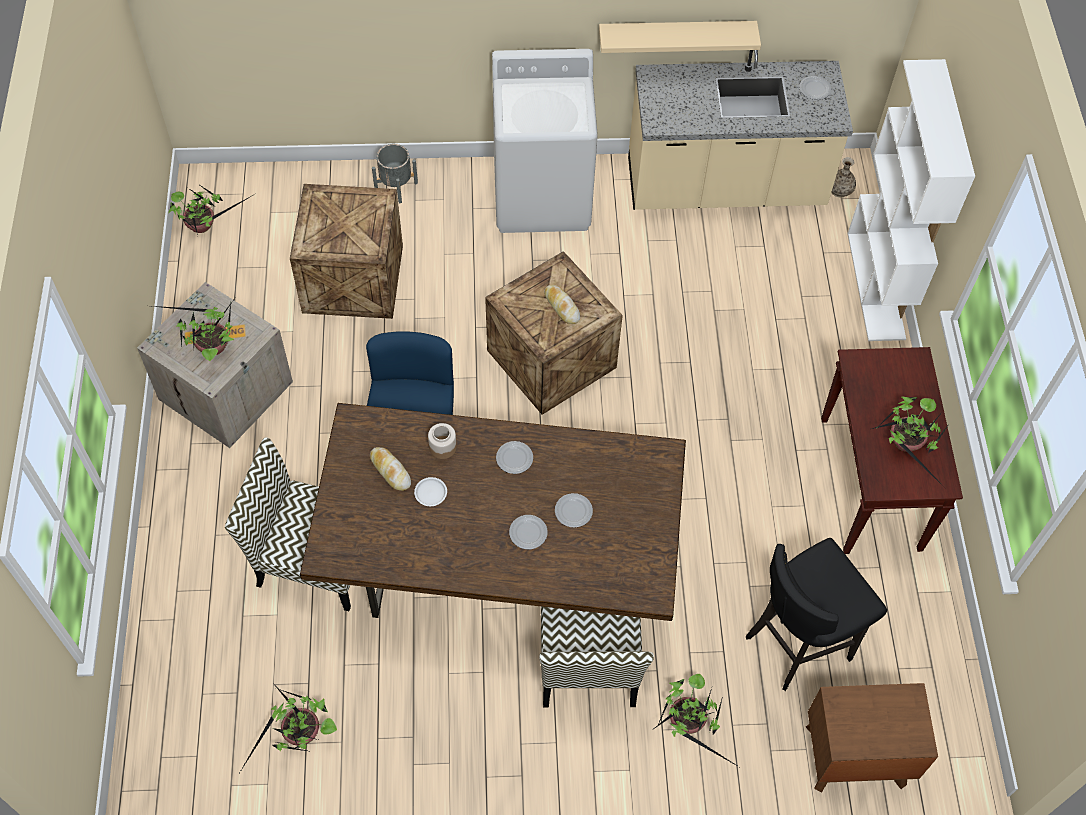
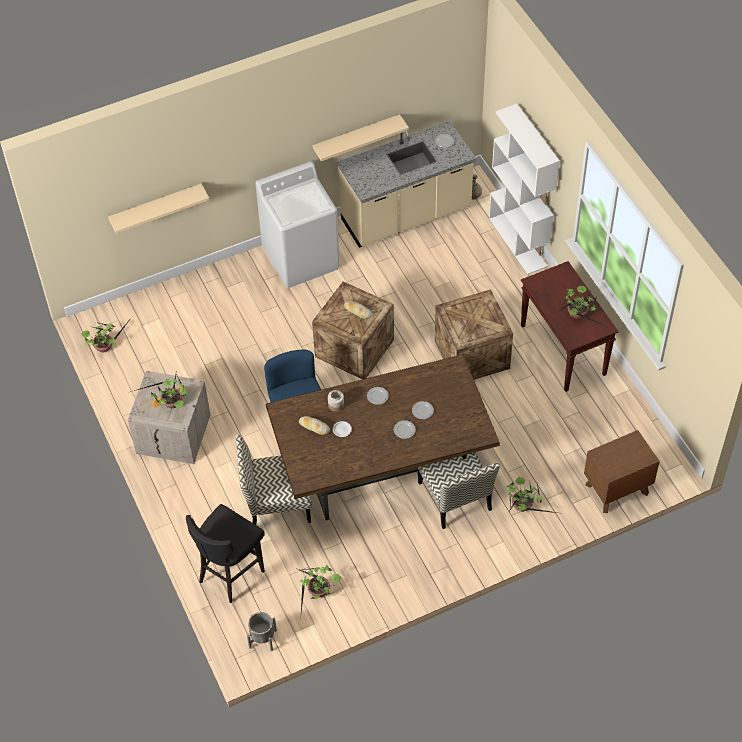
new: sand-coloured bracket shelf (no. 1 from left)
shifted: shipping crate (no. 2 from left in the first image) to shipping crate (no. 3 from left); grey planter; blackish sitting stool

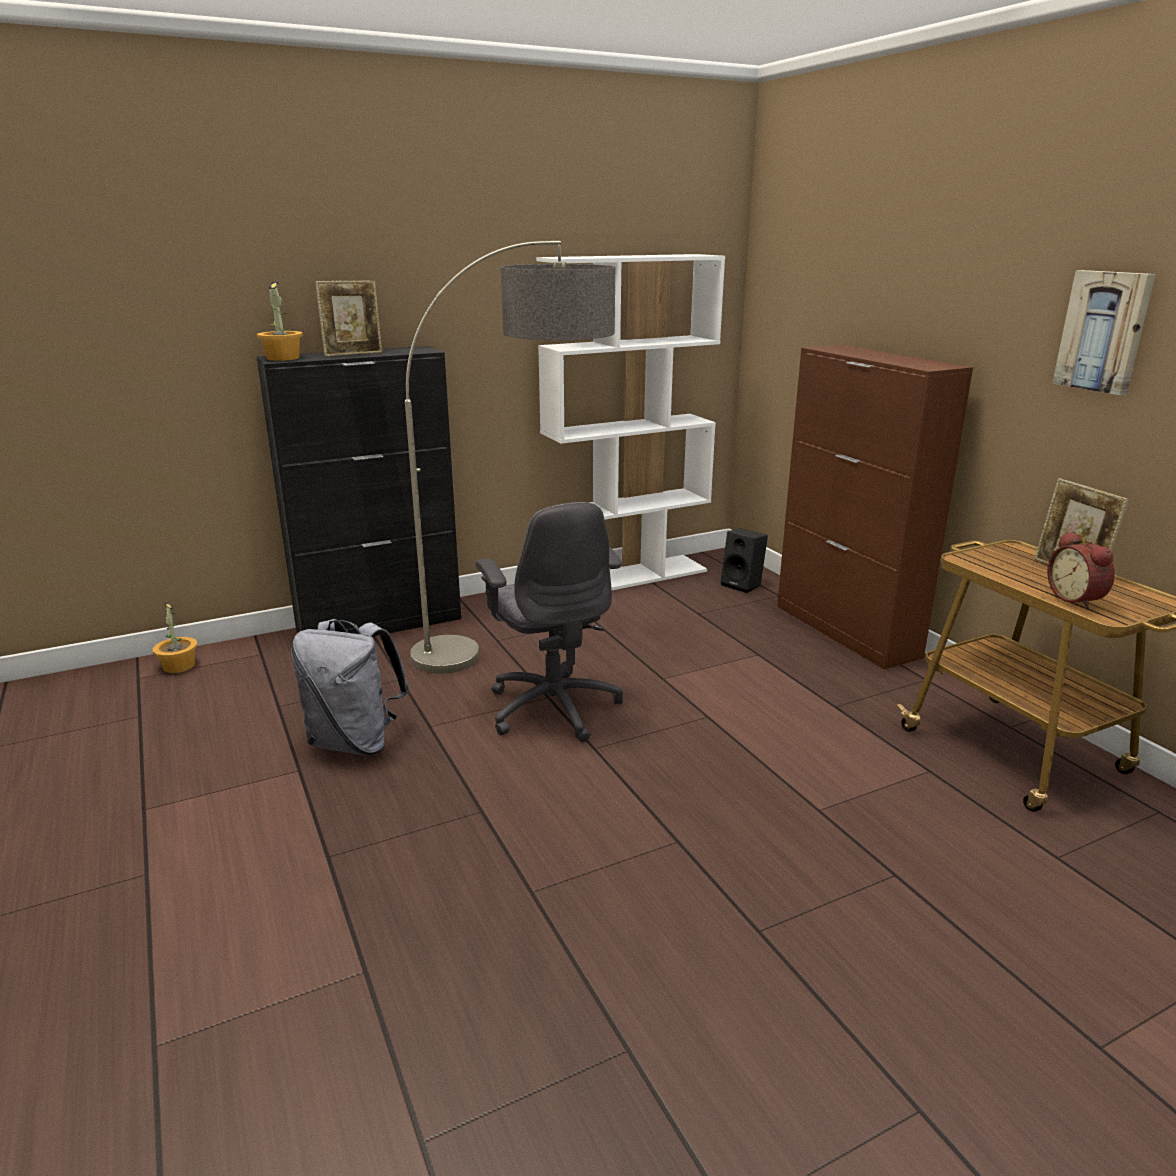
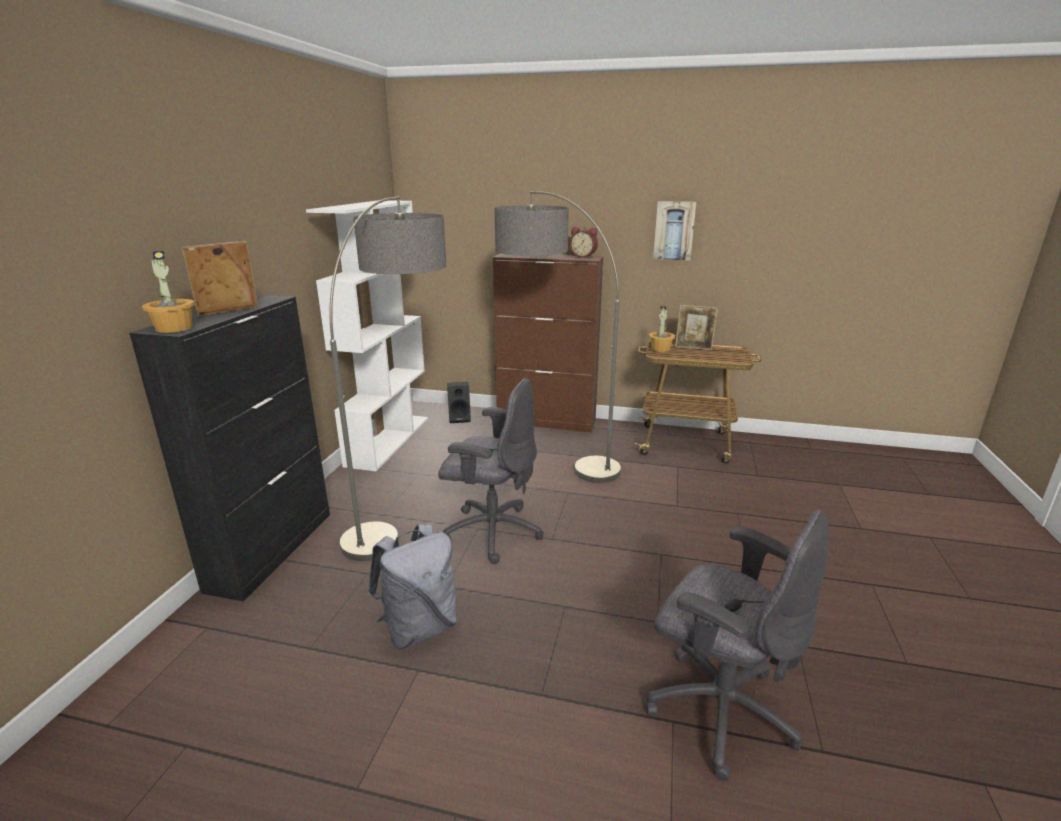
new: standing lamp (no. 2 from left); grey computer chair (no. 2 from left)
shifted: houseplant (no. 1 from left in the first image) to houseplant (no. 2 from left); alarm clock
rotated: standing frame (no. 1 from left) 135 degrees counterclockwise

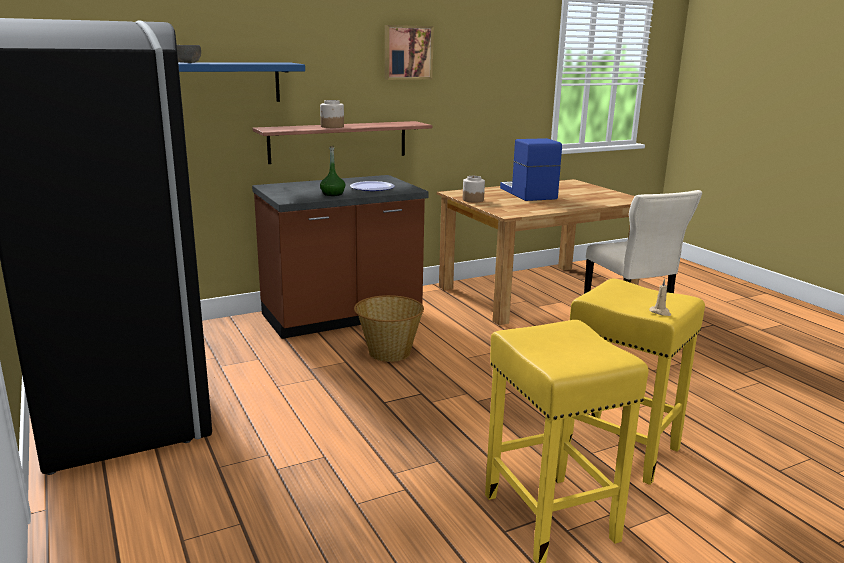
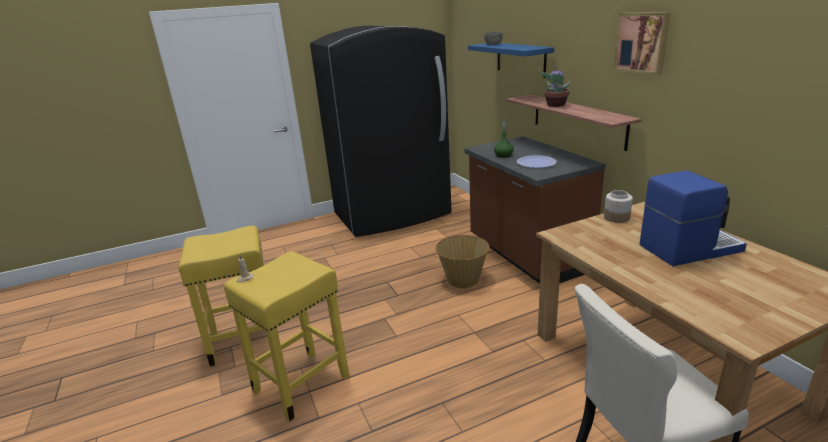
swapped: storage jar (no. 1 from left) to houseplant

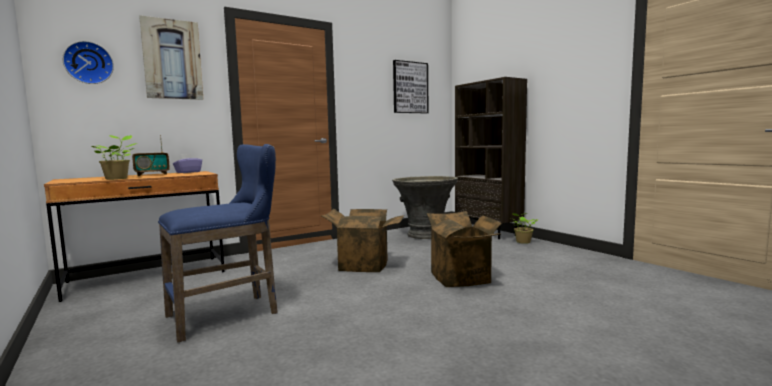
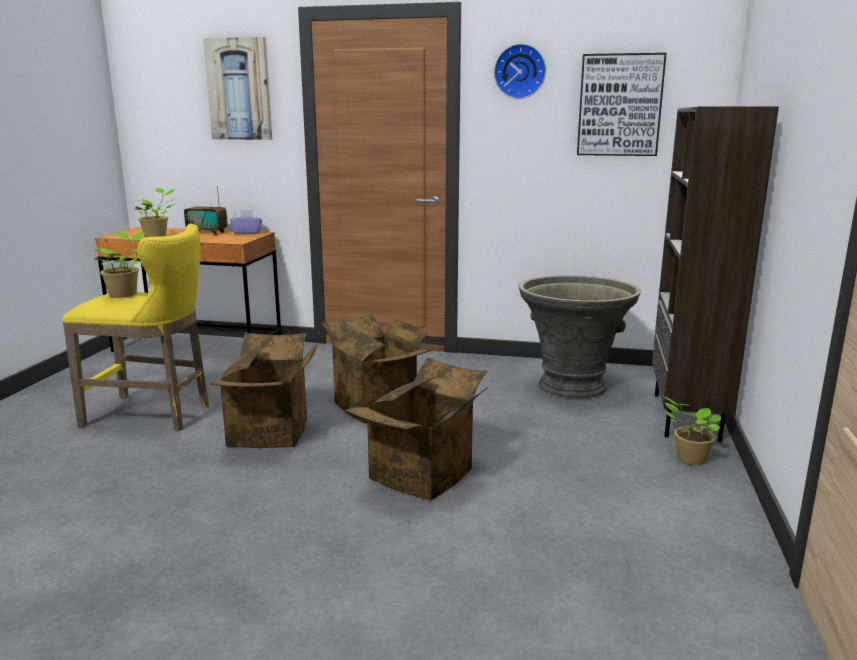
new: houseplant (no. 1 from left); cardboard box (no. 1 from left)
shifted: wall clock
repainted: blue sitting stool to yellow sitting stool

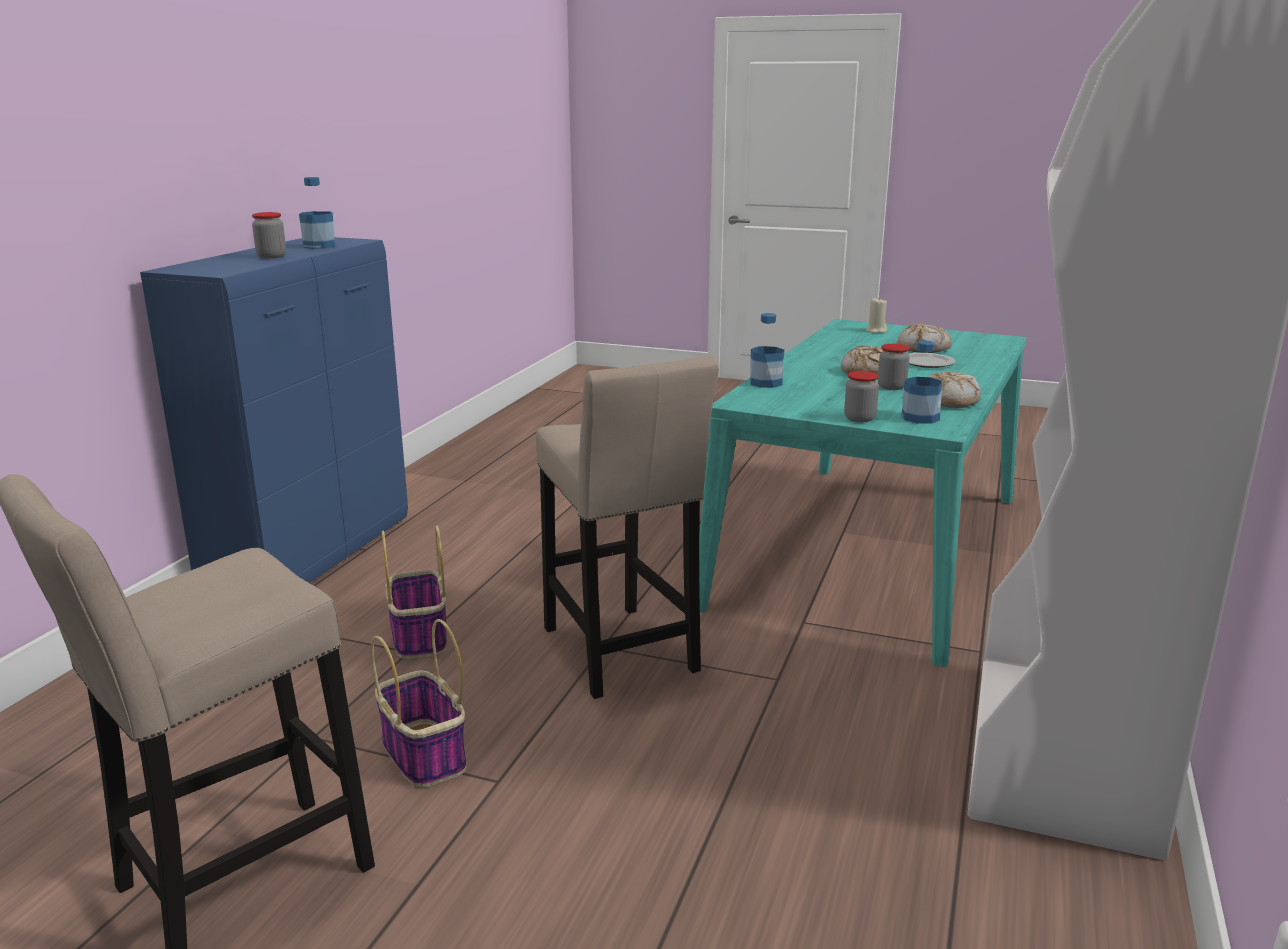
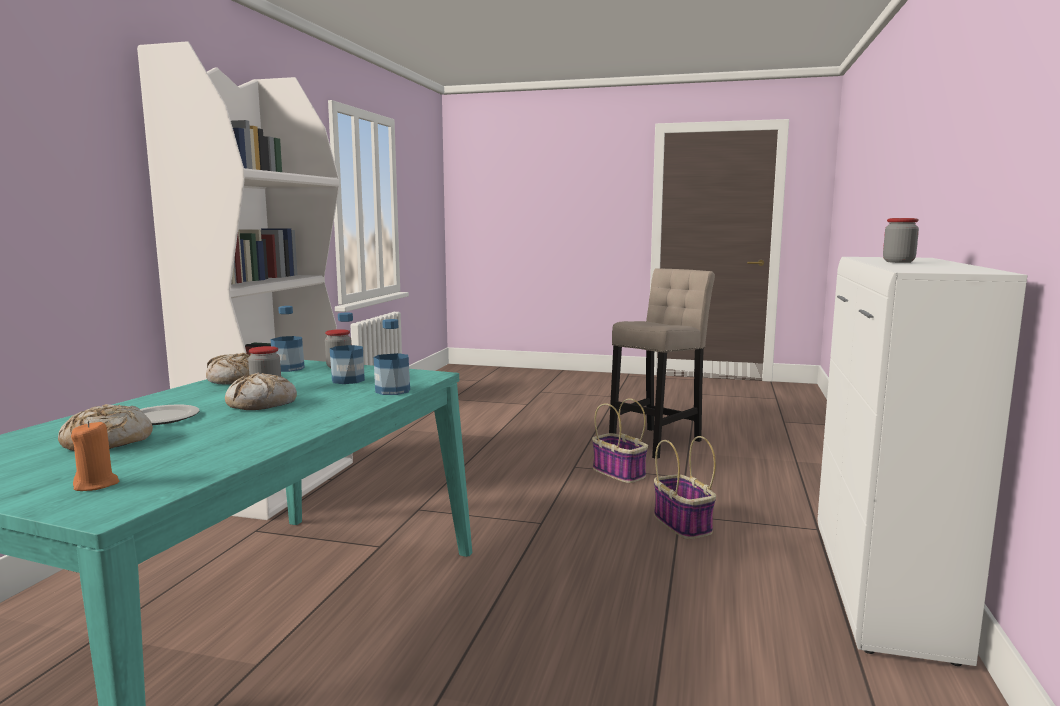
gone: sand-coloured sitting stool (no. 2 from left)
shifted: beverage bottle (no. 1 from left in the first image) to beverage bottle (no. 2 from left)
repainted: blue storage cabinet to white-coloured storage cabinet; sand-coloured candle to orange candle

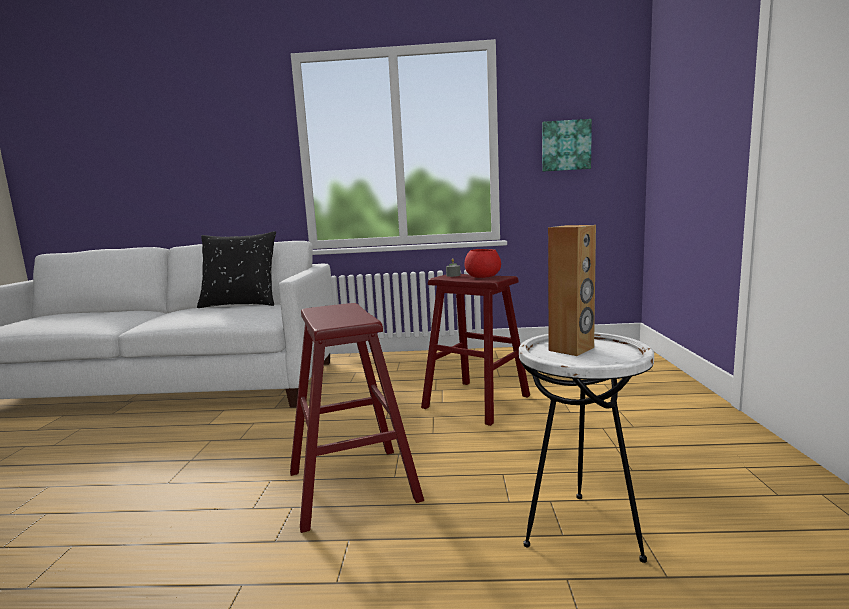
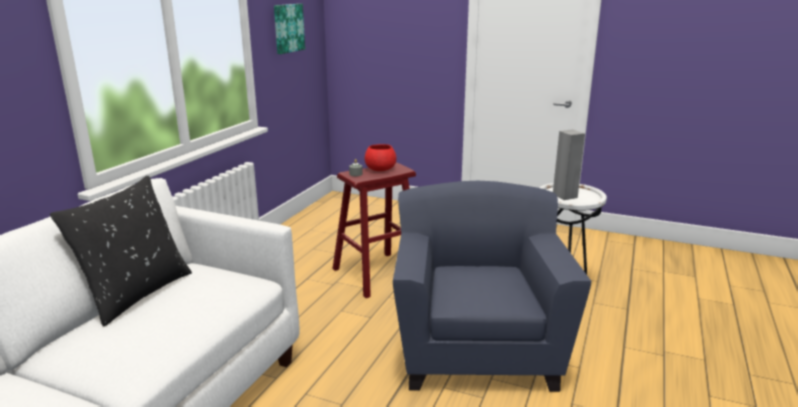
swapped: red sitting stool (no. 1 from left) to blue easy chair
repainted: brownish audio speaker to grey audio speaker

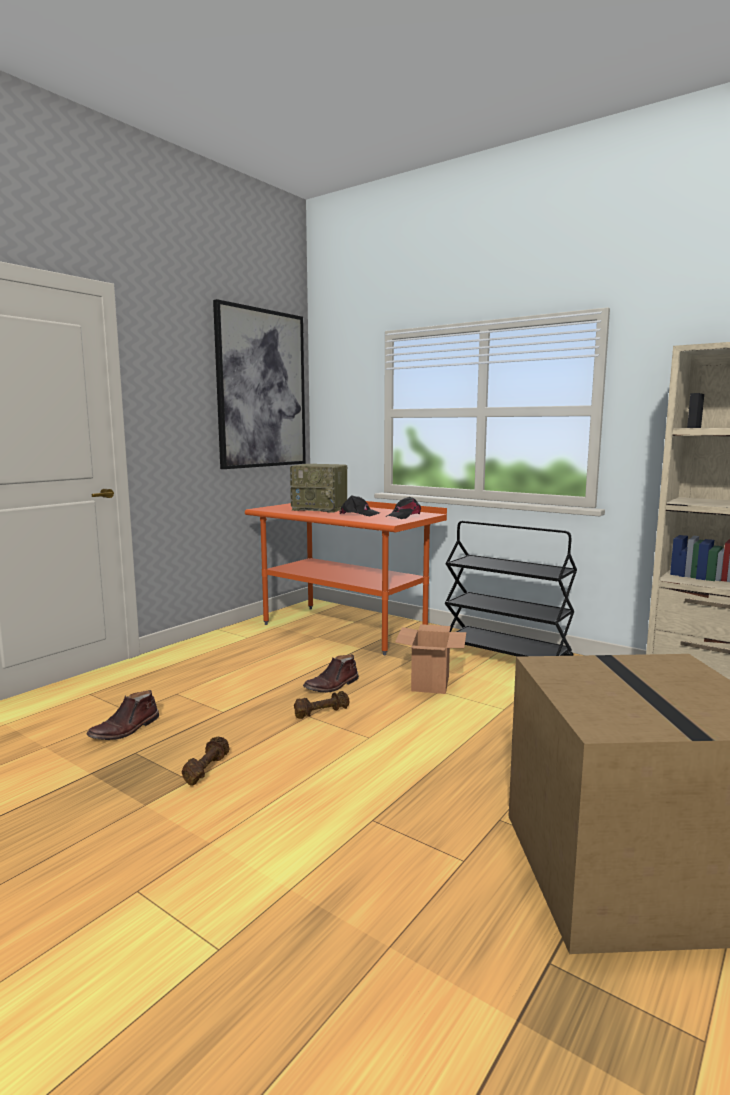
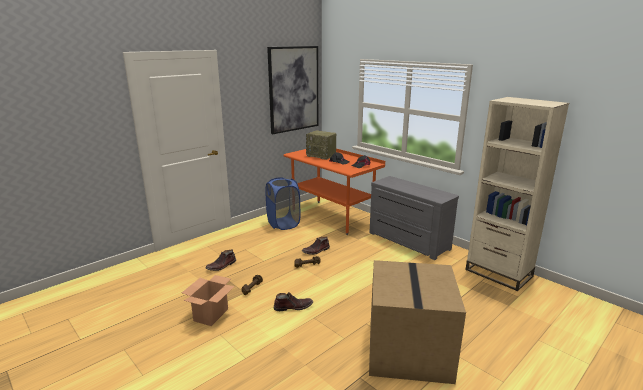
new: blue laundry basket; brownish tall boot (no. 2 from left)
shifted: cardboard box (no. 1 from left)
swapped: blackish wheeled cart to grey chest of drawers

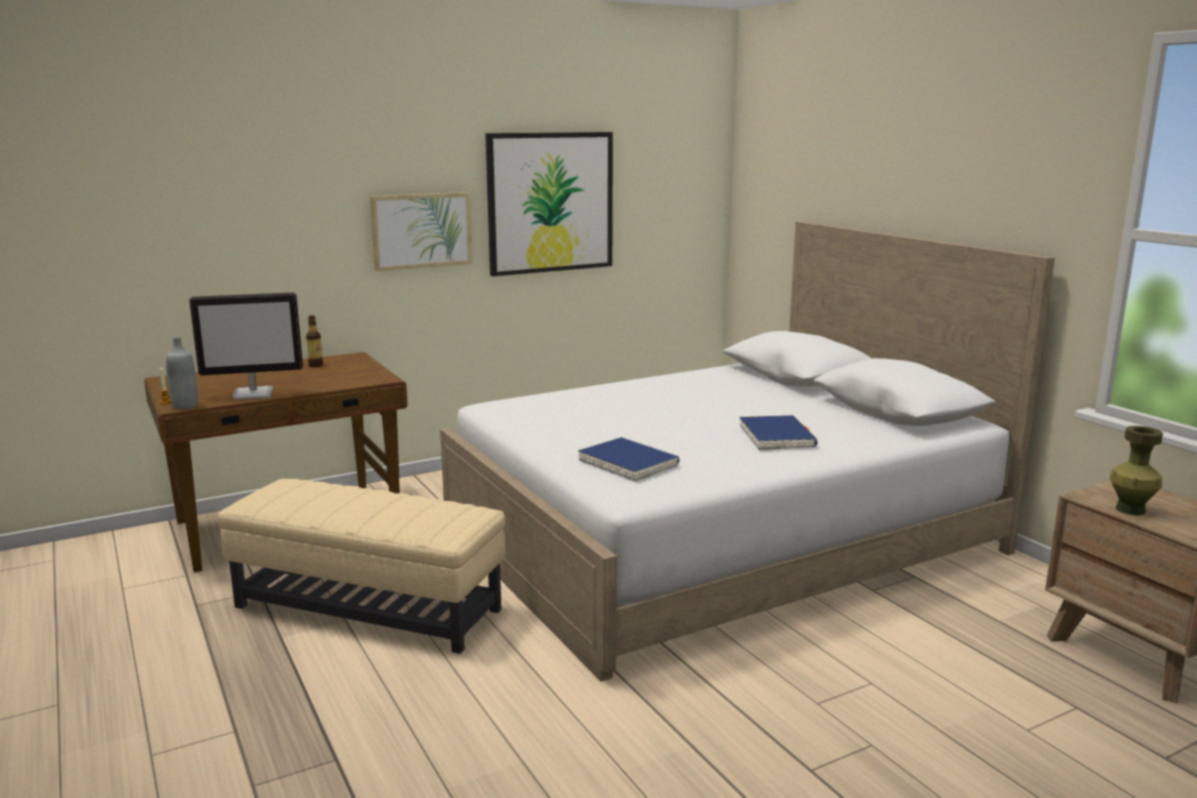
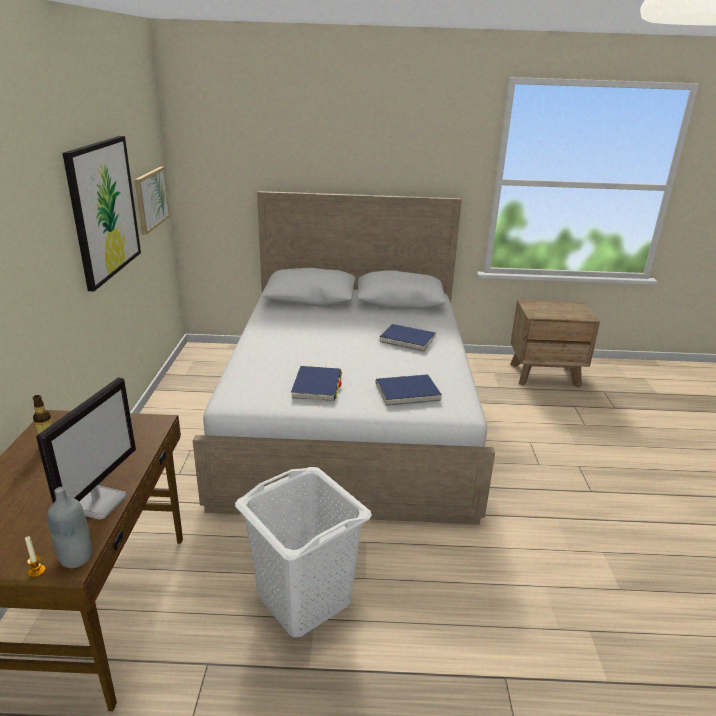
gone: greenish vase
new: blue book (no. 1 from left)
shifted: wall picture (no. 1 from left in the first image) to wall picture (no. 2 from left)
swapped: sand-coloured footrest to white-coloured laundry basket

